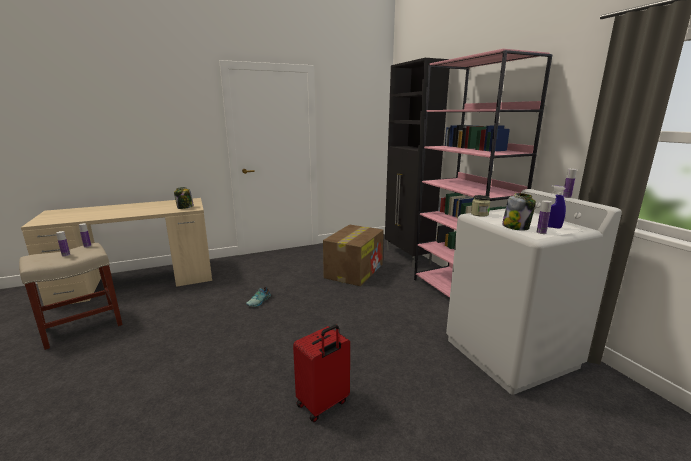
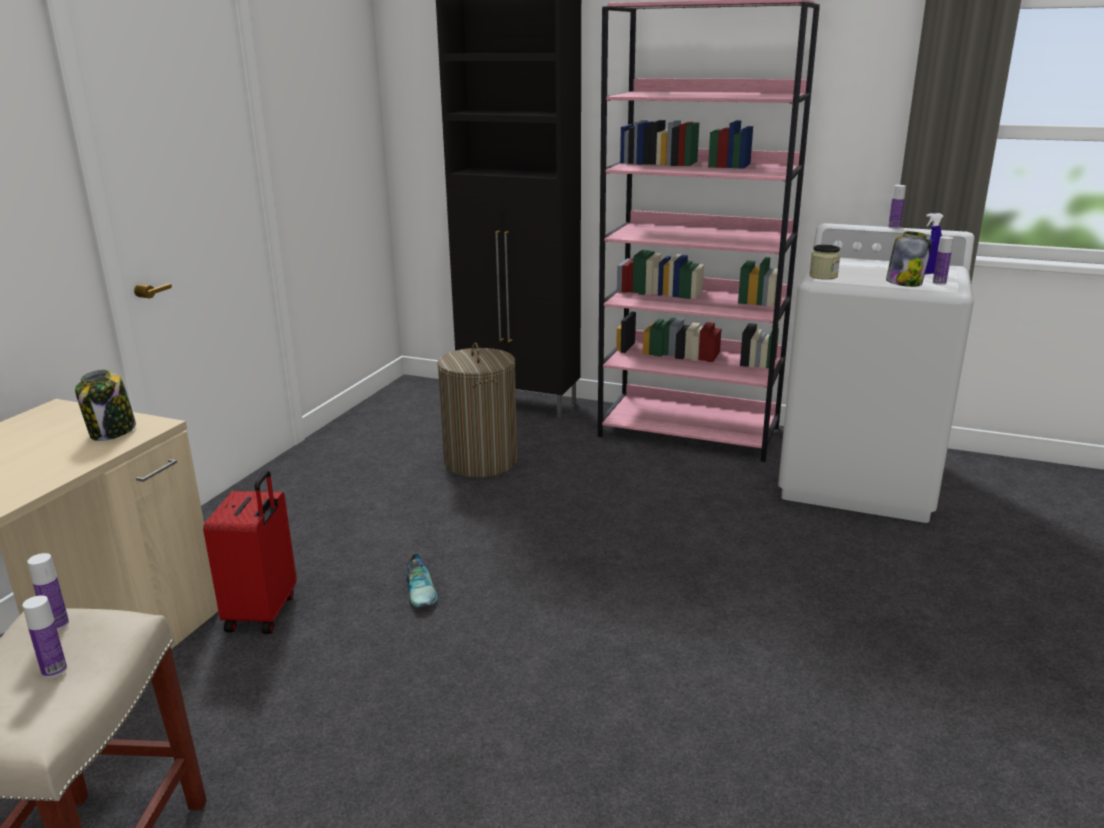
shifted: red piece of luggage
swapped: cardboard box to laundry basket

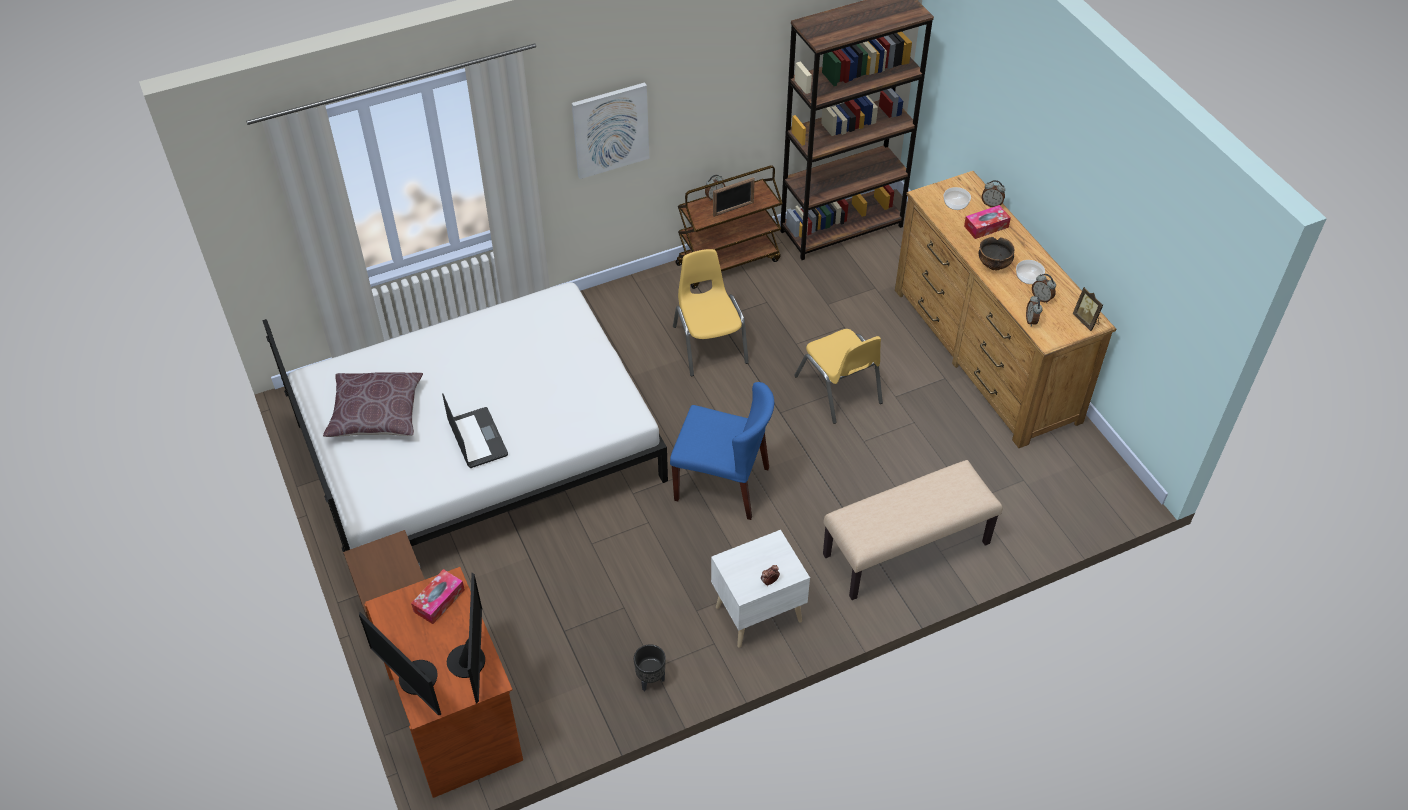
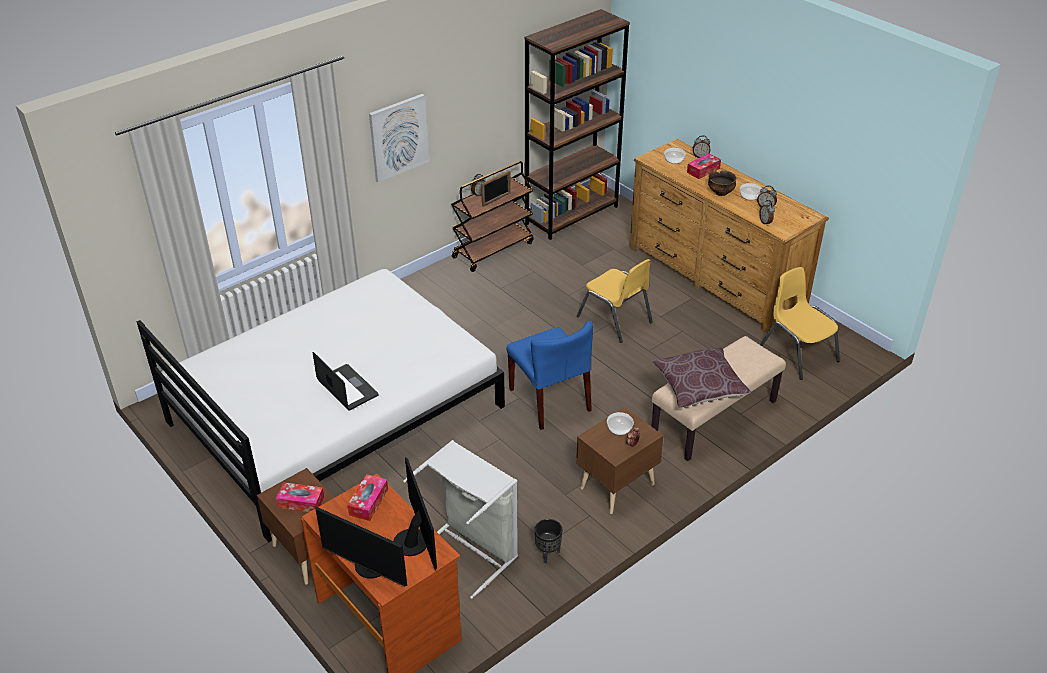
gone: standing frame (no. 2 from left)
new: tissue holder (no. 1 from left); grey laundry basket; bowl (no. 1 from left)
shifted: brownish cushion; yellow upright chair (no. 1 from left in the first image) to yellow upright chair (no. 2 from left)
repainted: white-coloured nightstand to brownish nightstand (no. 2 from left)
rotated: blue upright chair 60 degrees clockwise

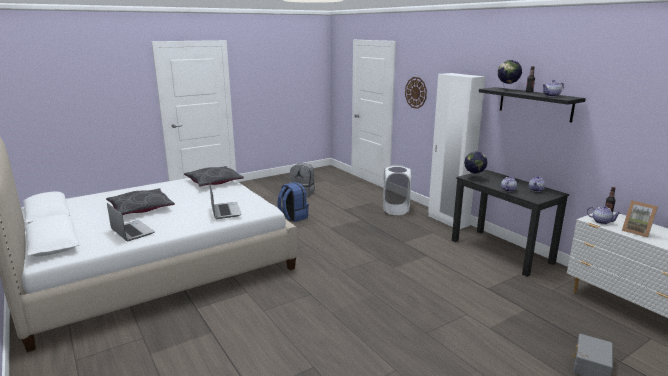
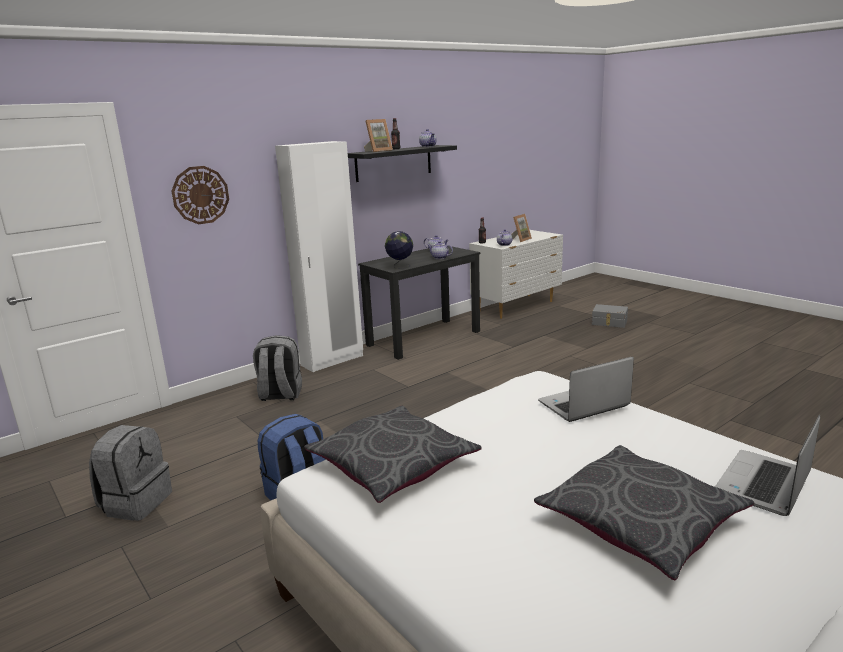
swapped: white-coloured laundry basket to grey knapsack (no. 2 from left); globe (no. 2 from left) to standing frame (no. 1 from left)

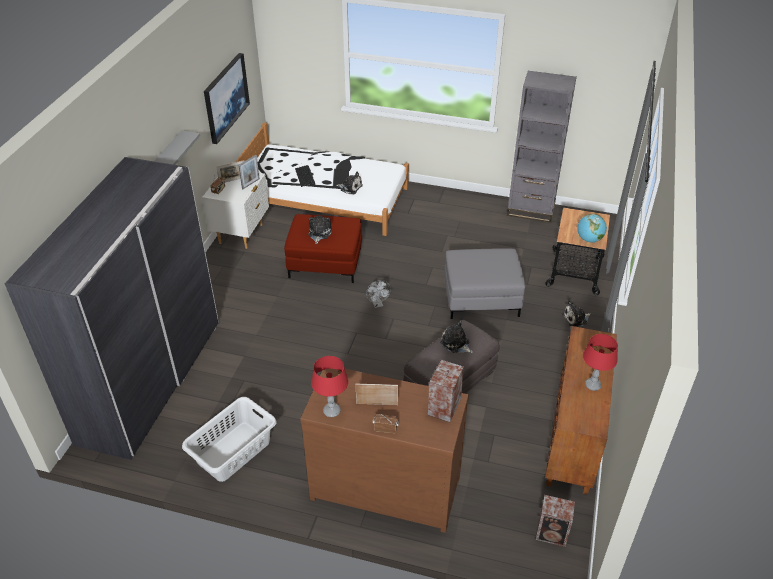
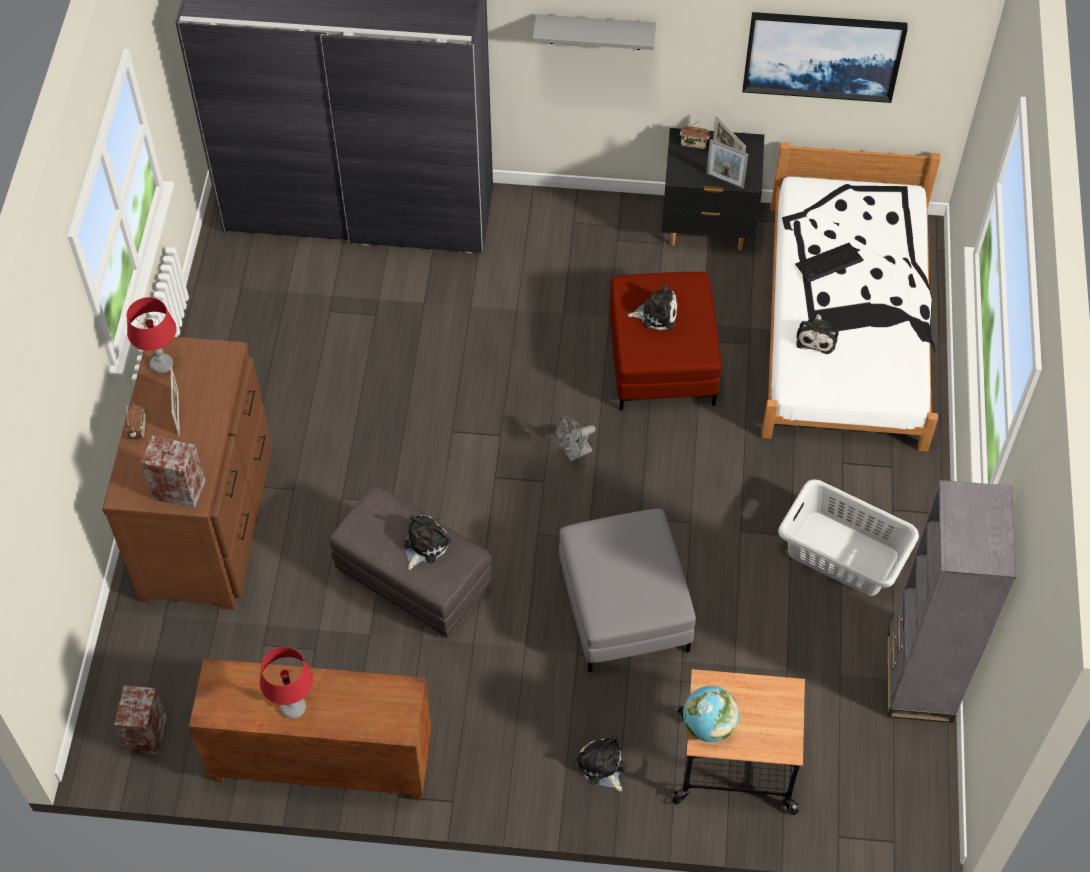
shifted: grey laundry basket
repainted: white-coloured nightstand to blackish nightstand

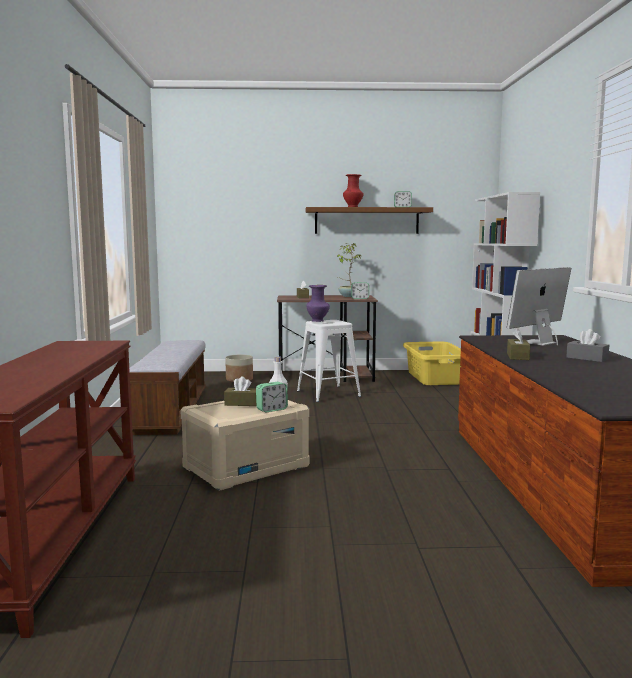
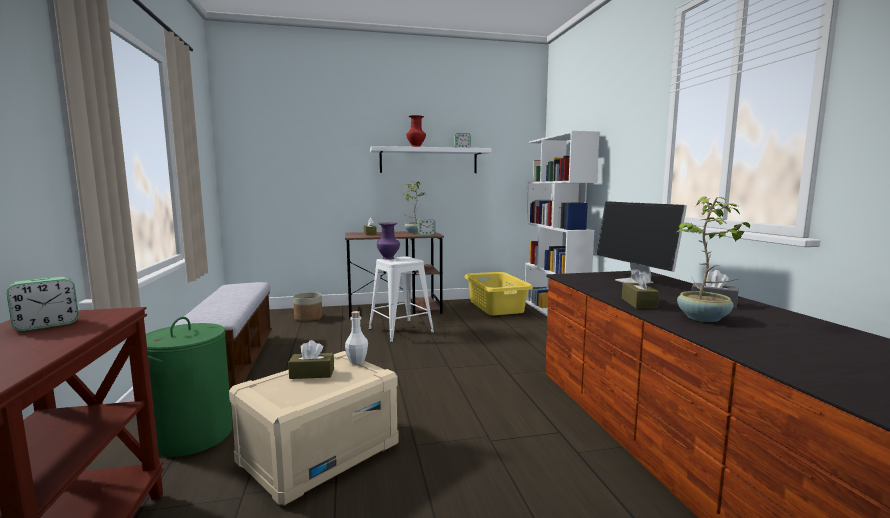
new: greenish laundry basket; houseplant (no. 2 from left)
shifted: alarm clock (no. 1 from left)
repainted: brownish bracket shelf to white-coloured bracket shelf
rotated: monitor 60 degrees counterclockwise

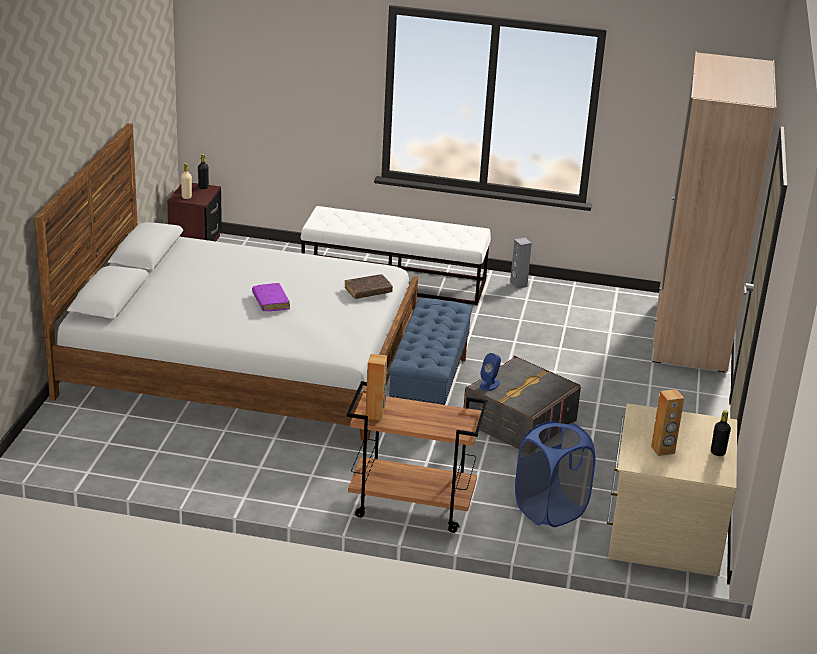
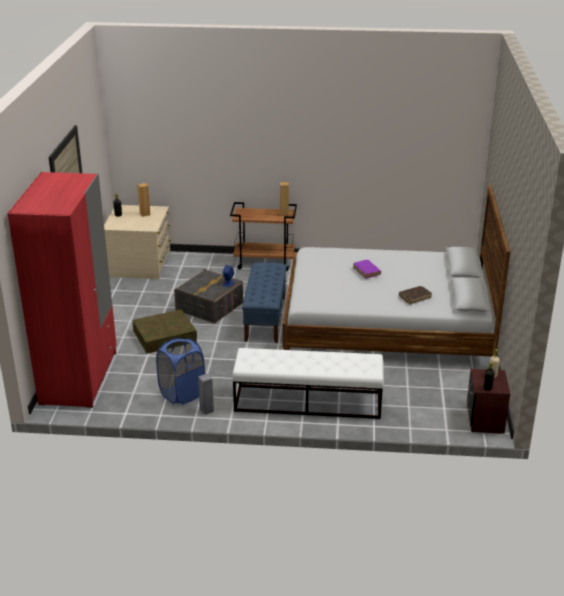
new: brownish storage container
shifted: brownish book; blue laundry basket
repainted: sand-coloured clothes cupboard to red clothes cupboard

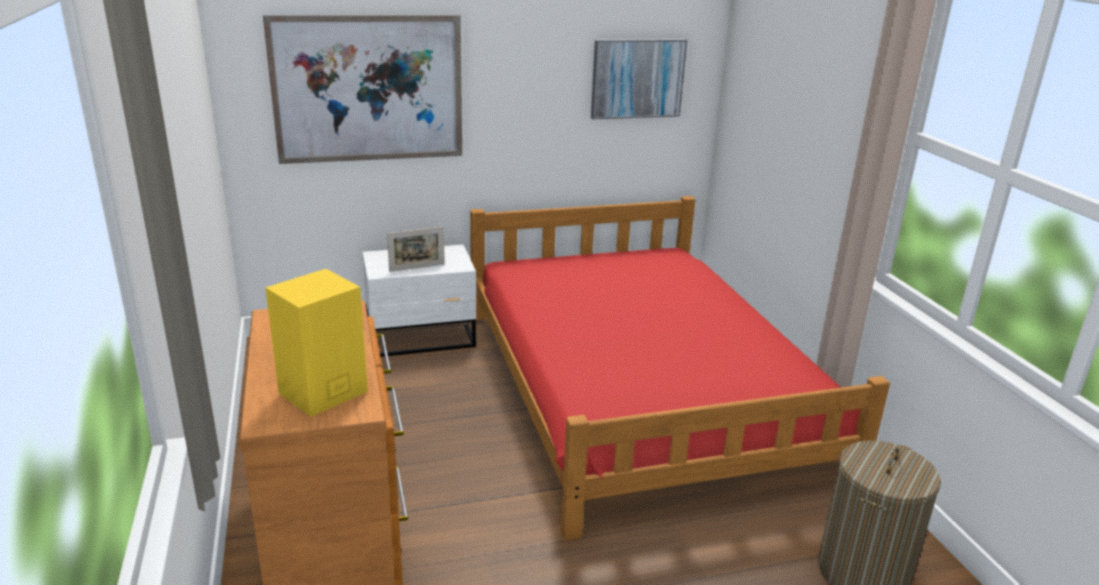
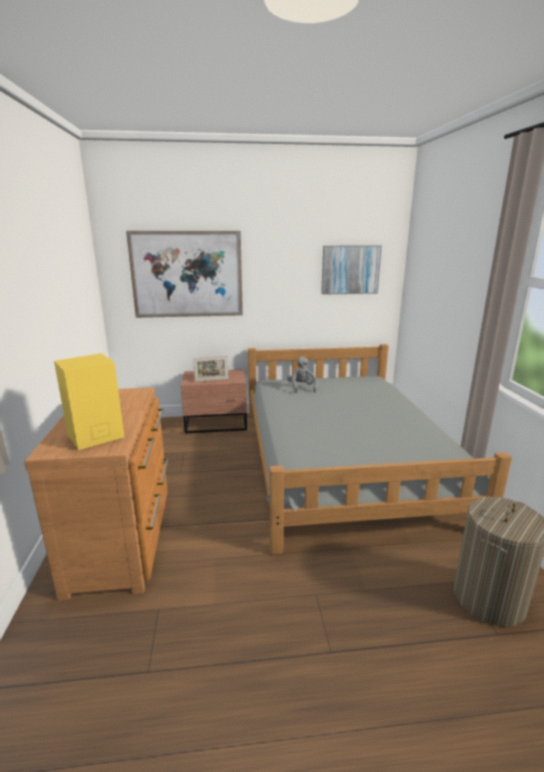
new: grey soft toy
repainted: white-coloured nightstand to brownish nightstand; red sleeping bed to grey sleeping bed

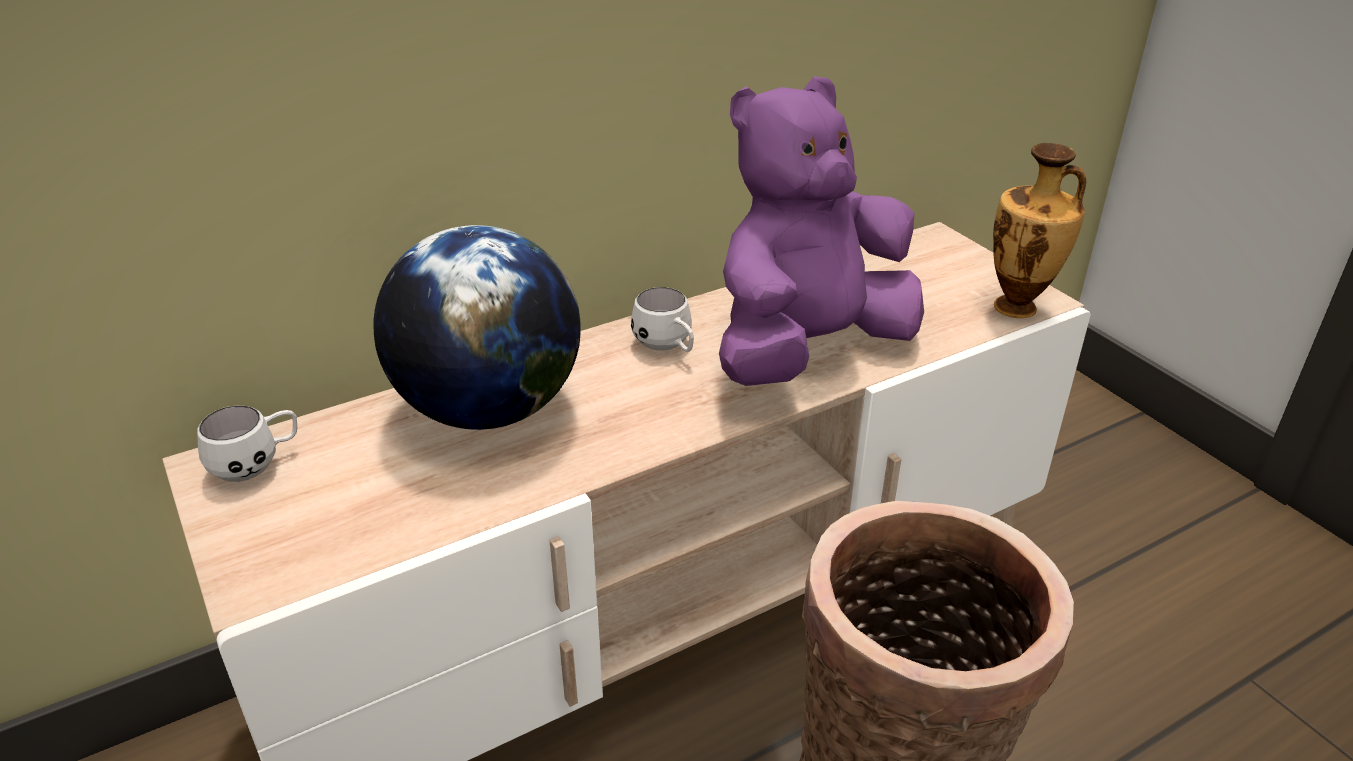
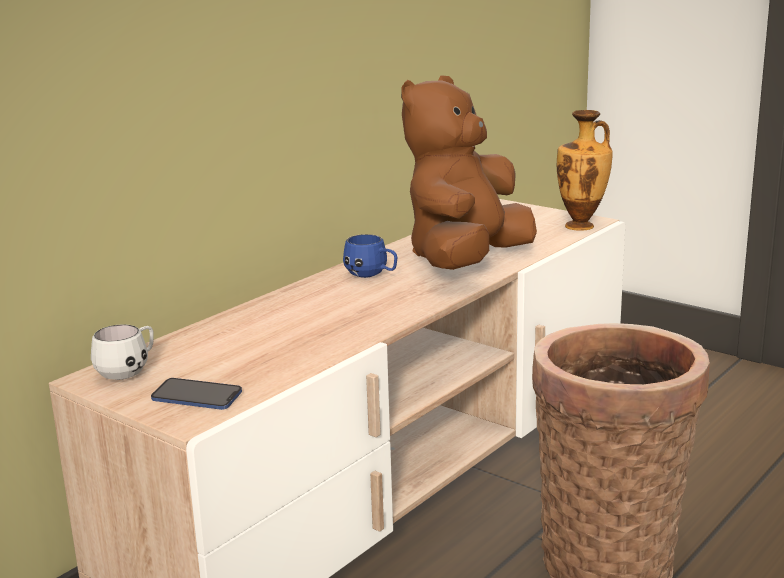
gone: globe
new: handset
repainted: white-coloured tea mug (no. 2 from left) to blue tea mug; purplish soft toy to brownish soft toy

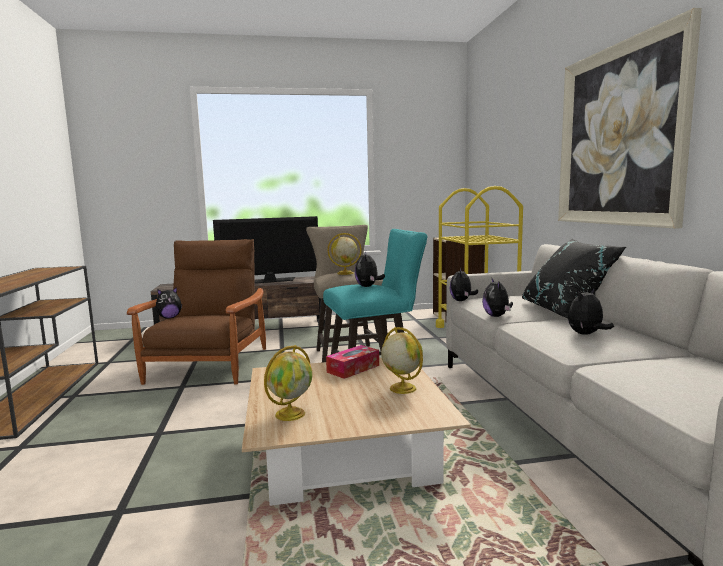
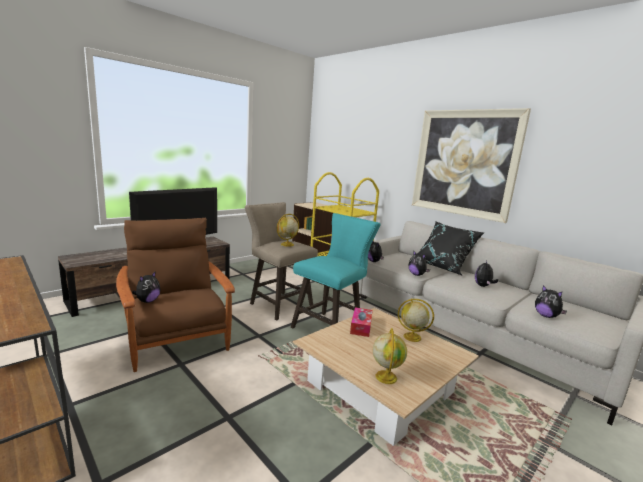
shifted: soft toy (no. 2 from left in the first image) to soft toy (no. 5 from left)

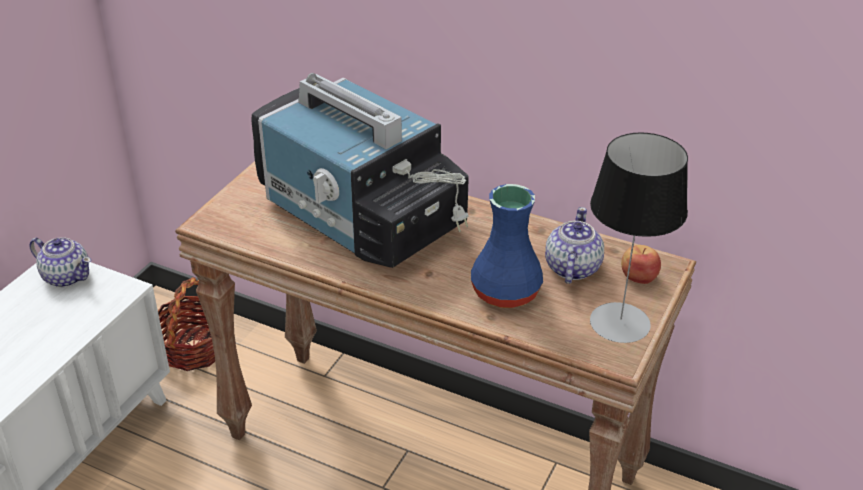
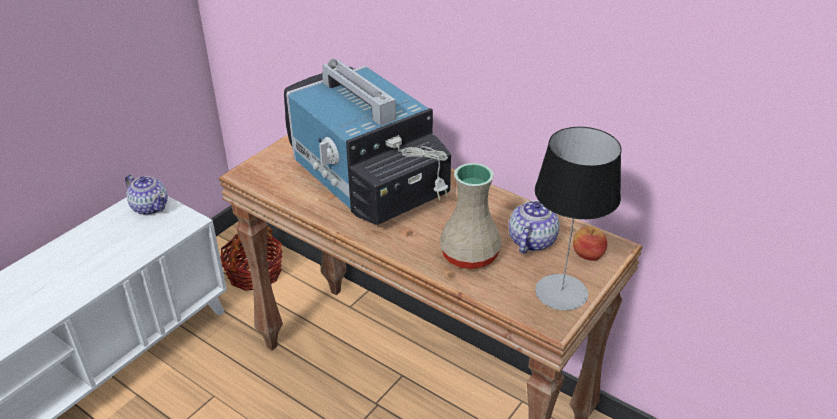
repainted: blue vase to sand-coloured vase

